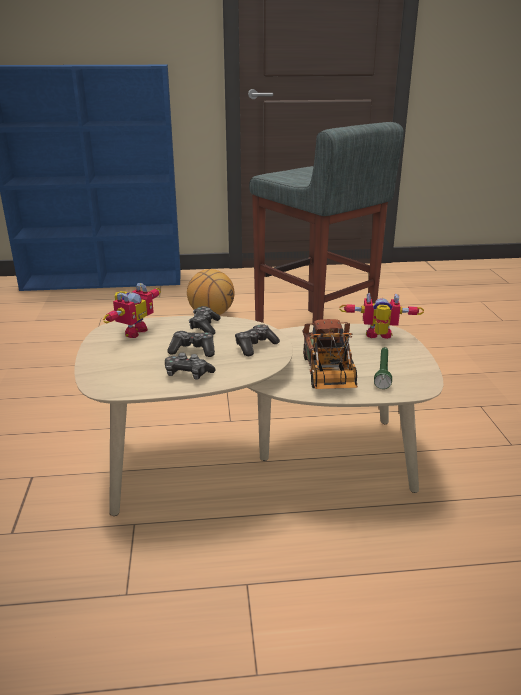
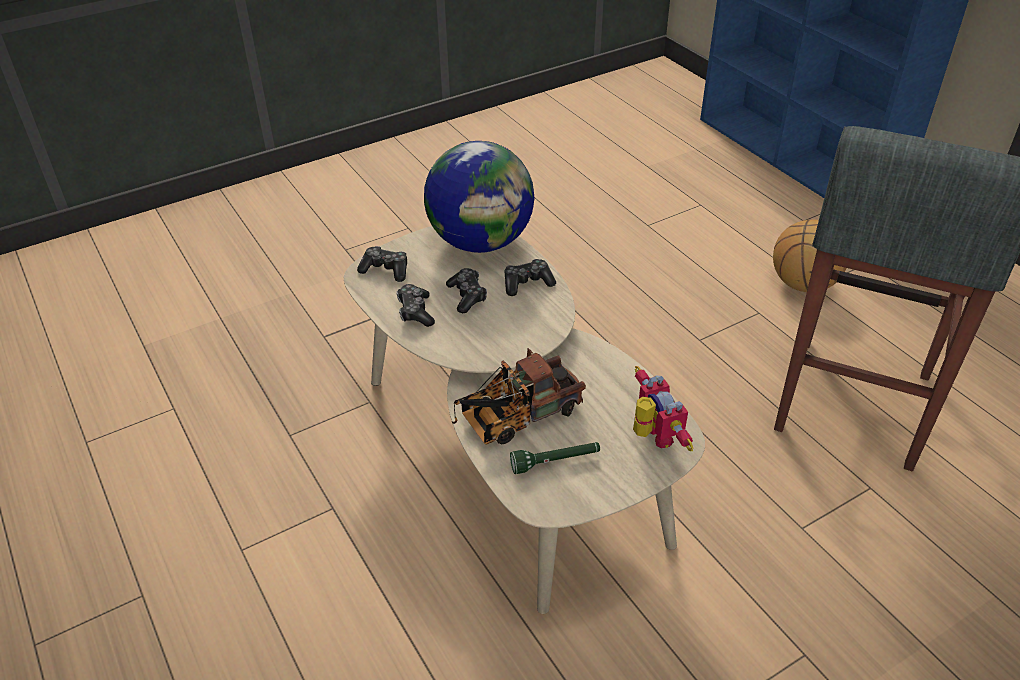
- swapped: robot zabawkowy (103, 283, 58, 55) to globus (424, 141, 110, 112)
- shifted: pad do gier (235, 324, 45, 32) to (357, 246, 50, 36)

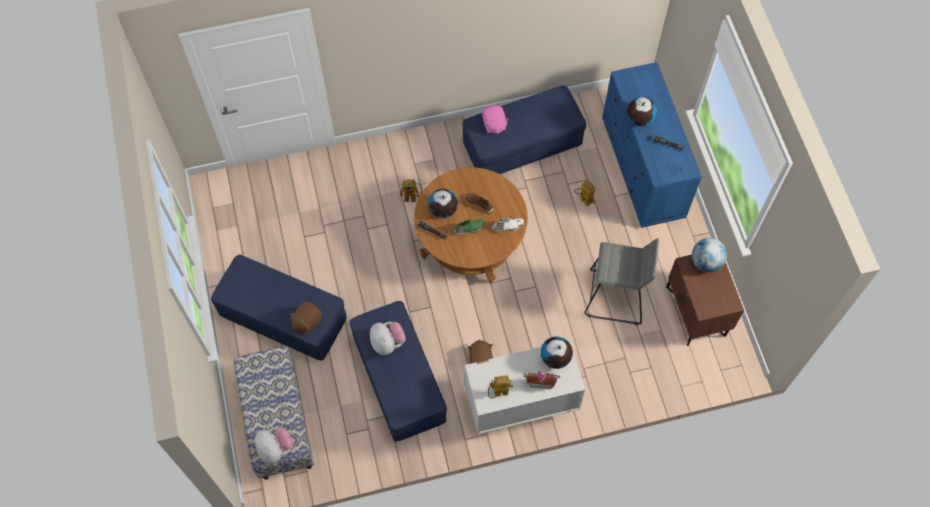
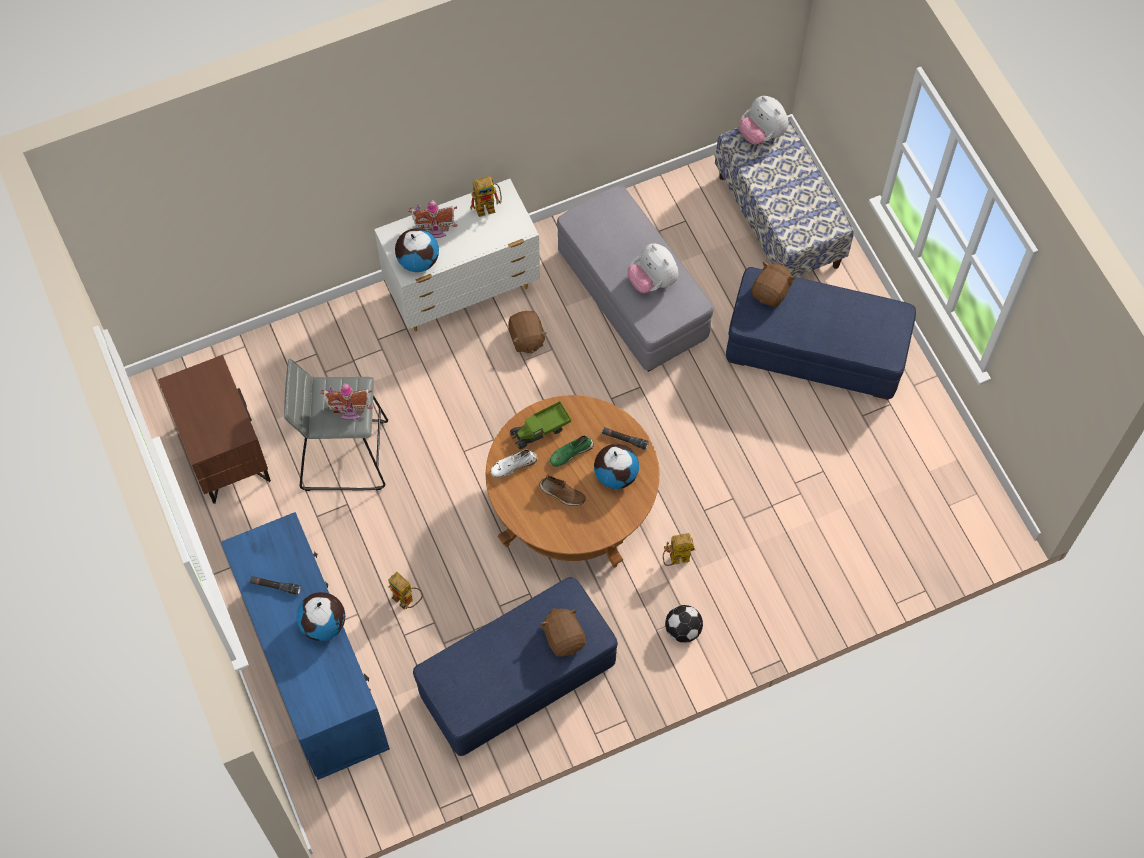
- repainted: pufa (niebieski) (350, 301, 97, 141) to pufa (szary) (557, 185, 157, 187)
- repainted: pluszak (różowy) (482, 105, 26, 29) to pluszak (brązowy) (540, 608, 45, 49)
- gone: globus (692, 238, 35, 34)
- new: domek (320, 383, 53, 37)
- new: ciężarówka zabawkowa (509, 401, 62, 48)
- new: piłka futbolowa (665, 605, 38, 38)

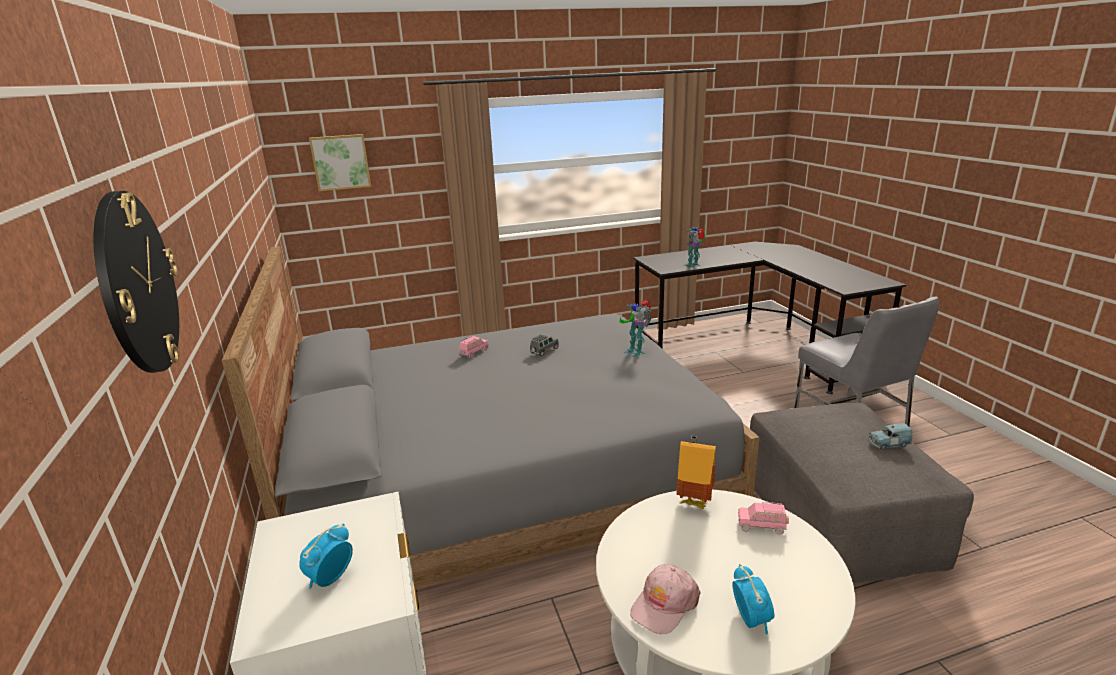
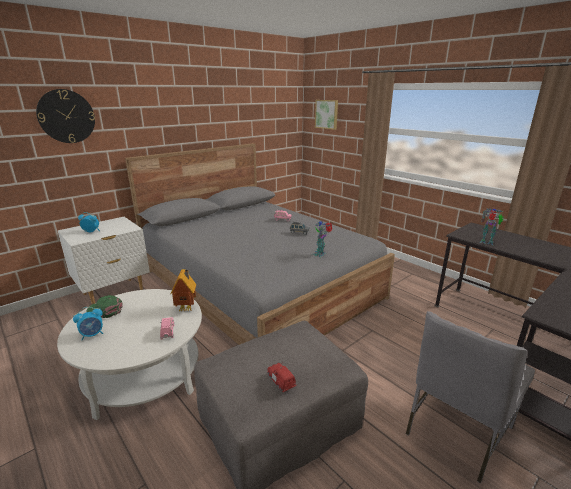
- repainted: czapka z daszkiem (różowy) (630, 564, 70, 70) to czapka z daszkiem (zielony) (86, 295, 37, 23)
- repainted: samochodzik (niebieski) (869, 424, 43, 26) to samochodzik (czerwony) (267, 363, 29, 29)

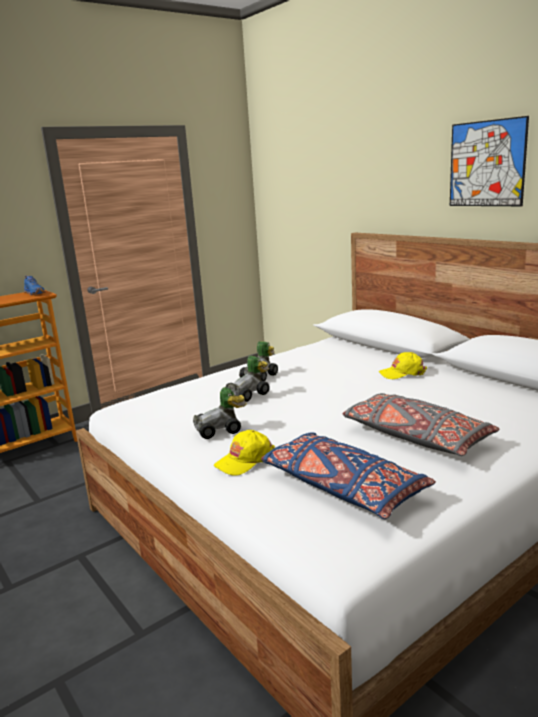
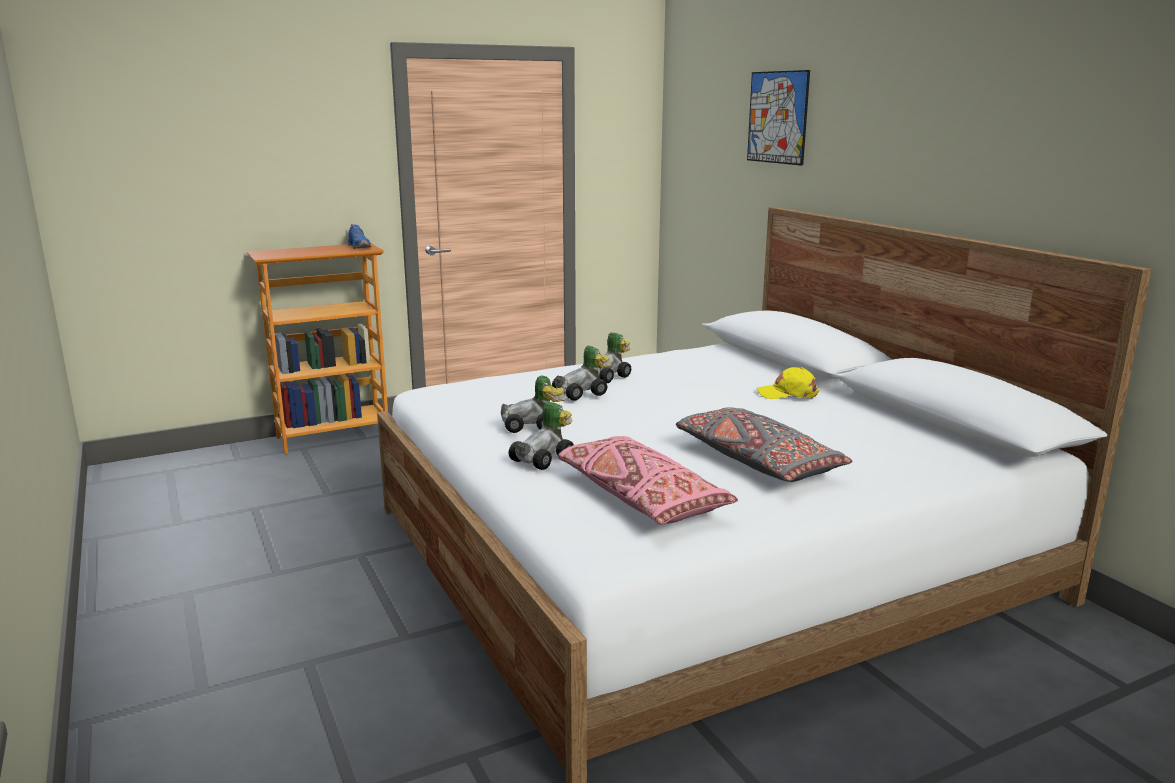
- swapped: czapka z daszkiem (żółty) (214, 430, 61, 46) to samochodzik (508, 402, 66, 68)
- repainted: poduszka (niebieski) (261, 432, 175, 87) to poduszka (różowy) (557, 436, 181, 89)
- shifted: obraz (450, 116, 79, 90) to (747, 70, 63, 96)

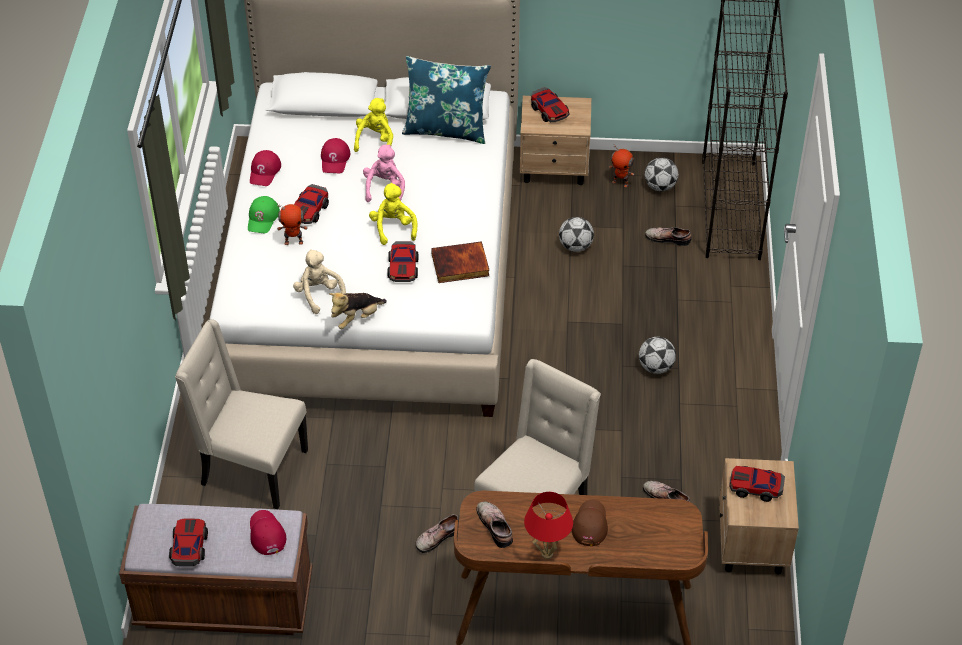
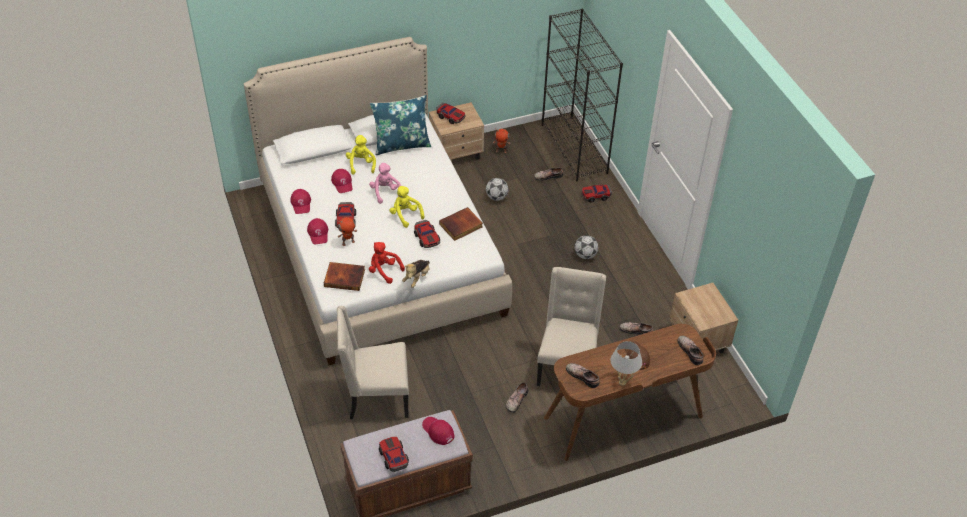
- repainted: czapka z daszkiem (zielony) (248, 196, 32, 37) to czapka z daszkiem (czerwony) (307, 218, 21, 26)
- repainted: pluszak (beżowy) (293, 249, 53, 65) to pluszak (czerwony) (369, 242, 36, 42)
- repainted: lampa stołowa (czerwony) (524, 492, 49, 67) to lampa stołowa (biały) (610, 341, 32, 45)
- gone: piłka futbolowa (644, 157, 34, 34)
- shifted: samochodzik (729, 466, 56, 36) to (581, 184, 31, 19)
- new: książka (324, 262, 41, 29)
- new: but (677, 336, 27, 29)

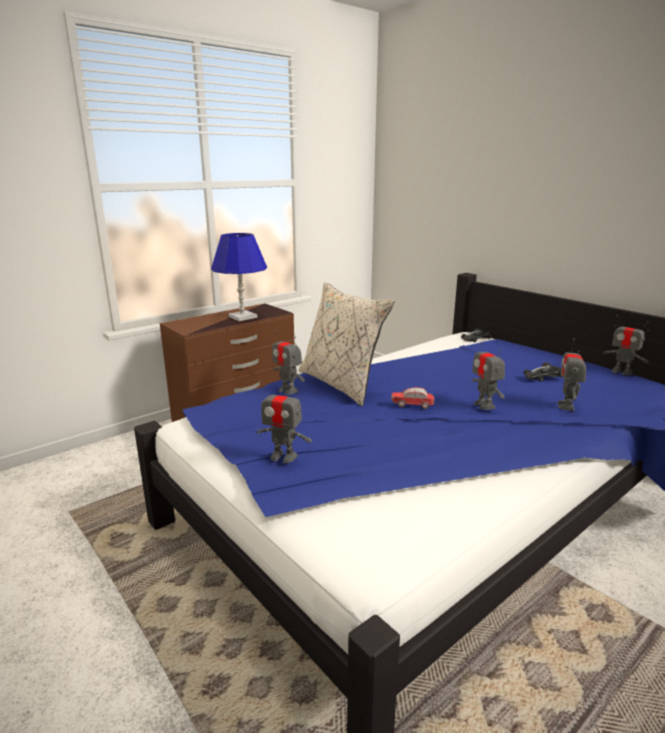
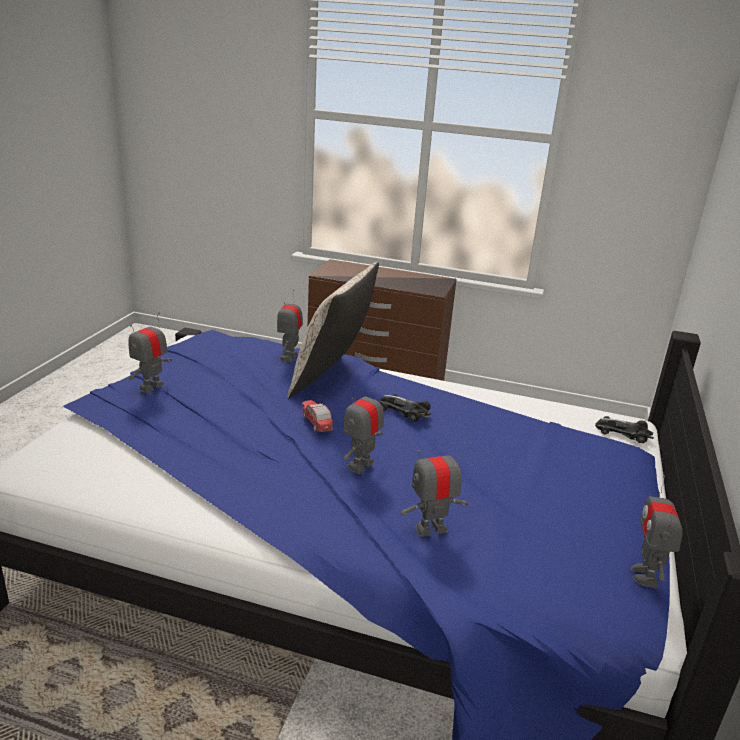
- gone: lampa stołowa (niebieski) (211, 233, 56, 88)
- rotated: robot zabawkowy (256, 380, 56, 83) = (128, 312, 44, 81) 45 degrees clockwise
- shifted: samochodzik (524, 362, 39, 20) to (379, 394, 52, 28)

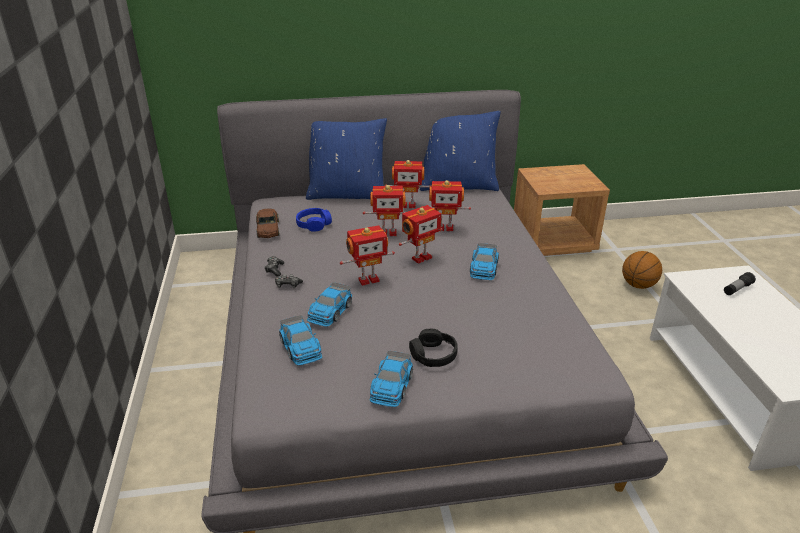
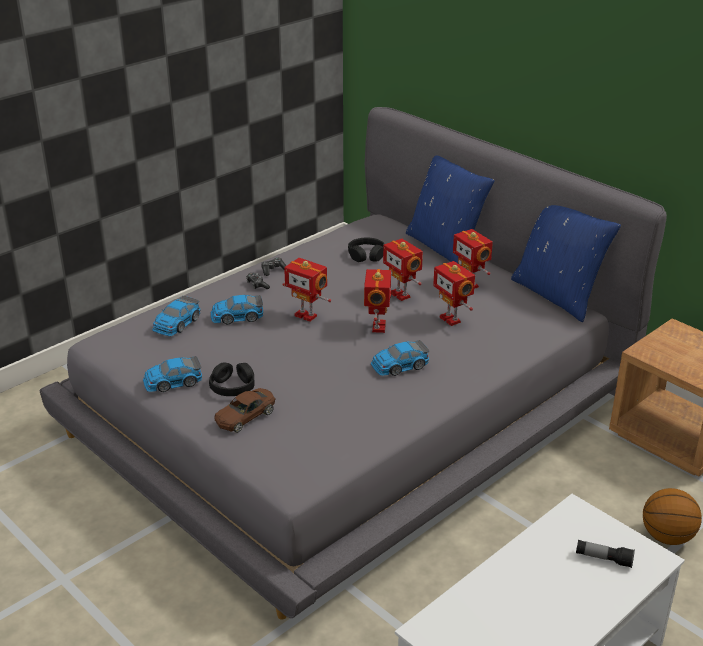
- shifted: samochodzik (brązowy) (256, 209, 23, 29) to (214, 388, 62, 45)
- repainted: słuchawki (niebieski) (296, 208, 36, 24) to słuchawki (czarny) (348, 238, 36, 24)
- rotated: robot zabawkowy (399, 205, 44, 59) = (364, 269, 27, 64) 105 degrees counterclockwise

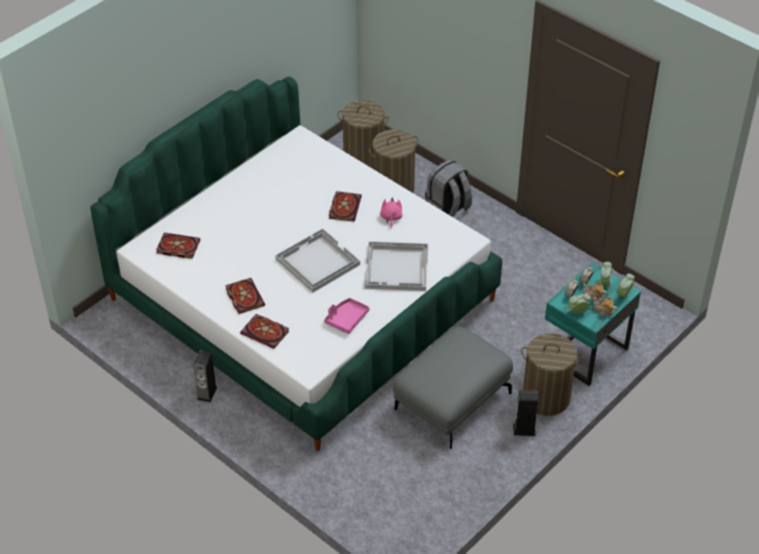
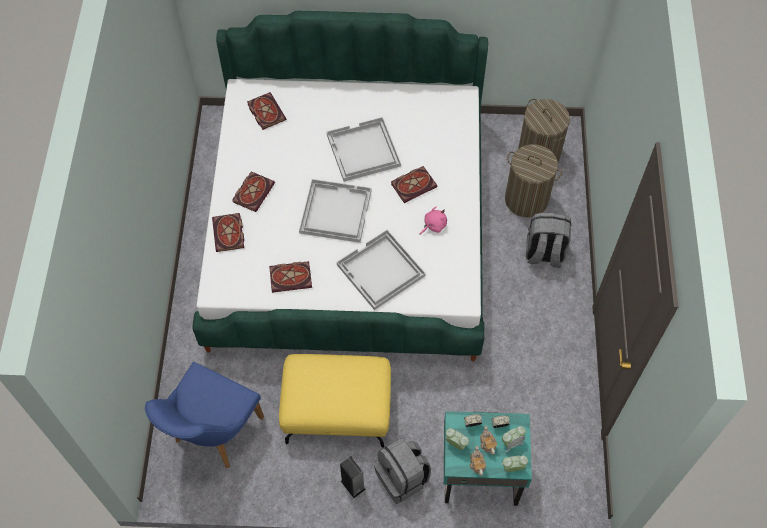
- gone: głośnik (194, 350, 23, 52)
- swapped: taca (różowy) (324, 298, 46, 36) to książka (269, 261, 43, 32)
- repainted: pufa (szary) (393, 327, 120, 122) to pufa (żółty) (279, 354, 112, 94)
- swapped: kosz na pranie (521, 333, 62, 83) to plecak (szary) (374, 438, 57, 65)
- new: krzesło (niebieski) (145, 362, 119, 106)
- new: taca (biały) (327, 117, 74, 65)

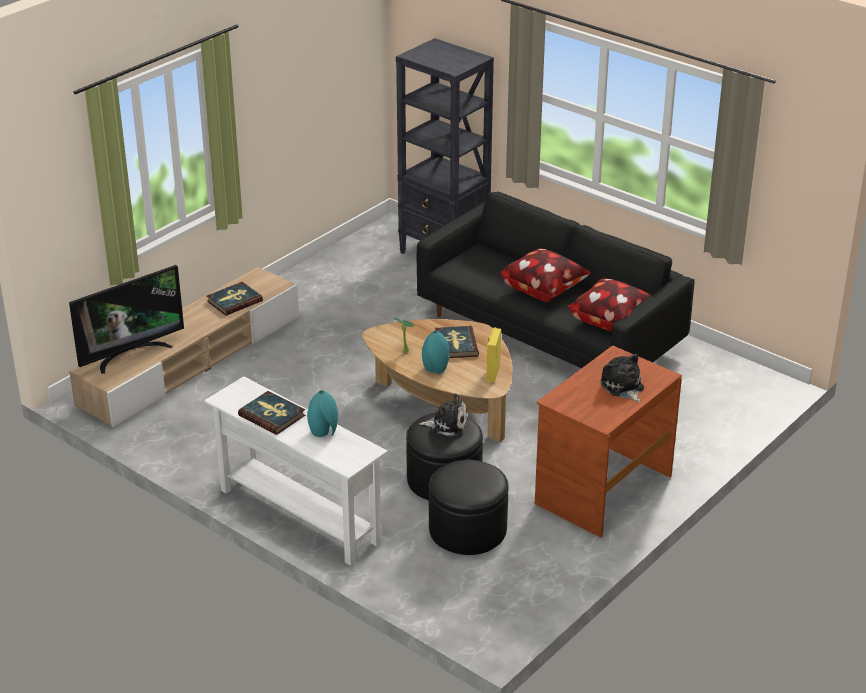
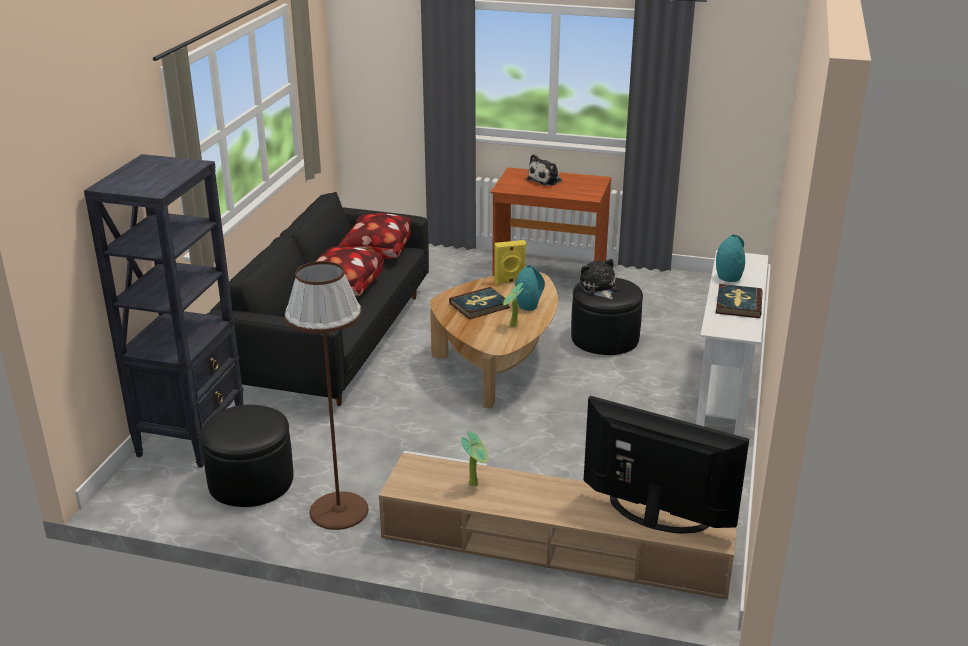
- swapped: książka (207, 282, 56, 34) to roślina doniczkowa (461, 431, 27, 56)
- shifted: pufa (czarny) (429, 460, 80, 95) to (200, 405, 94, 102)
- new: lampa stojąca (brązowy) (284, 261, 85, 269)

